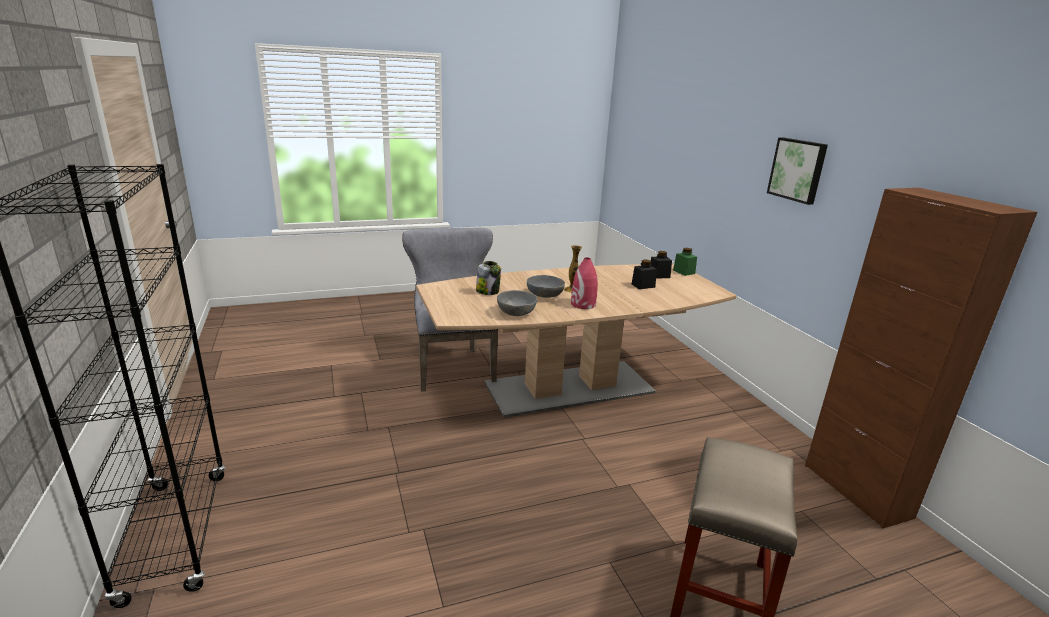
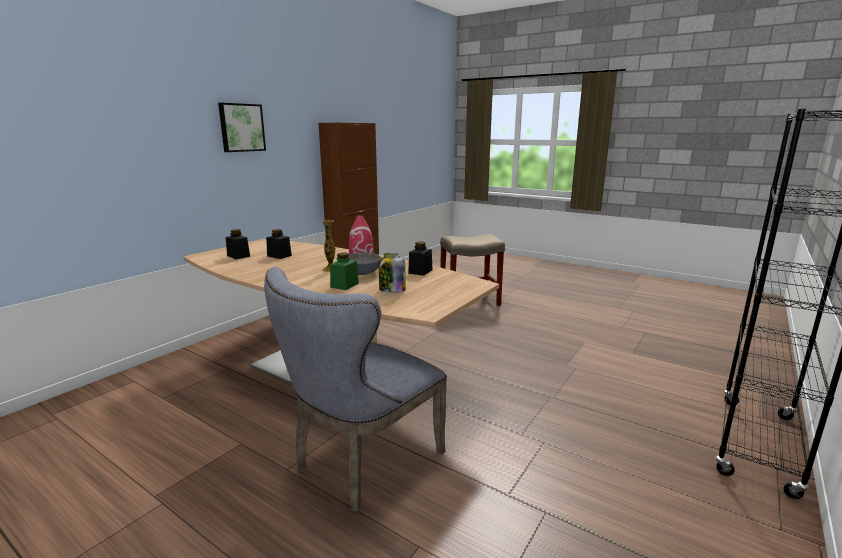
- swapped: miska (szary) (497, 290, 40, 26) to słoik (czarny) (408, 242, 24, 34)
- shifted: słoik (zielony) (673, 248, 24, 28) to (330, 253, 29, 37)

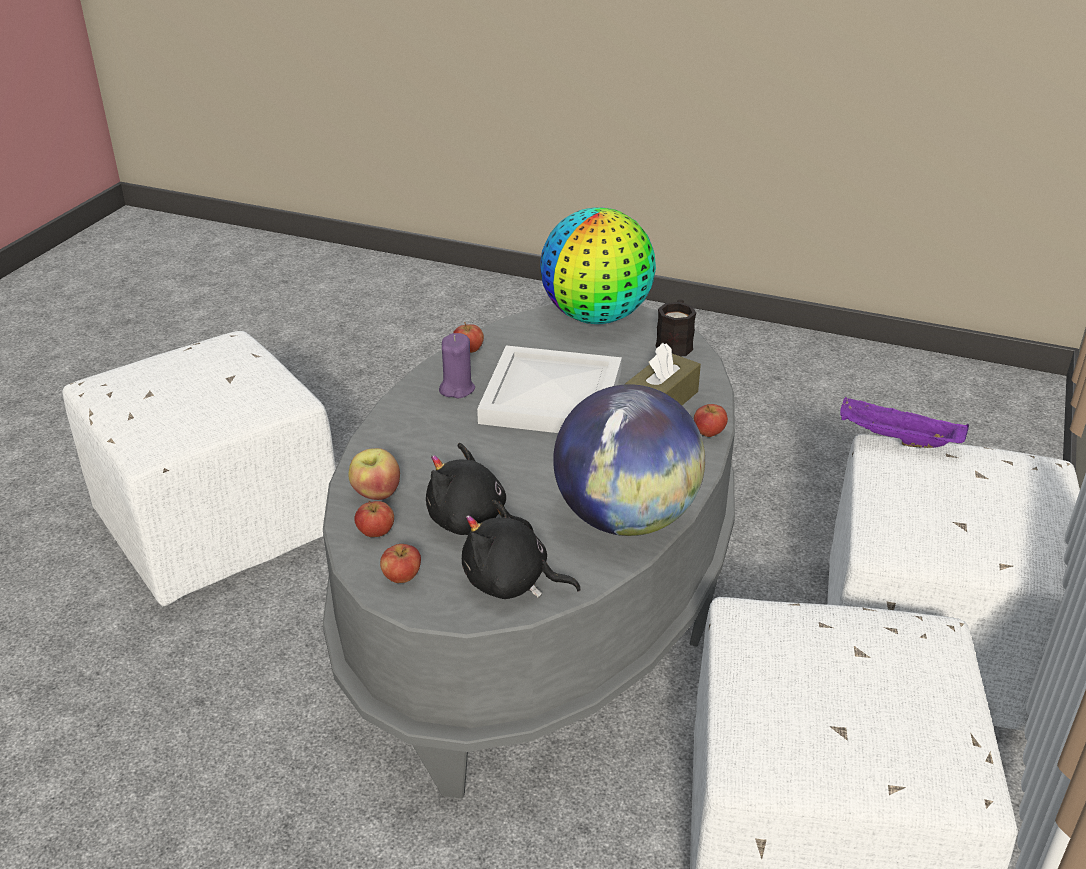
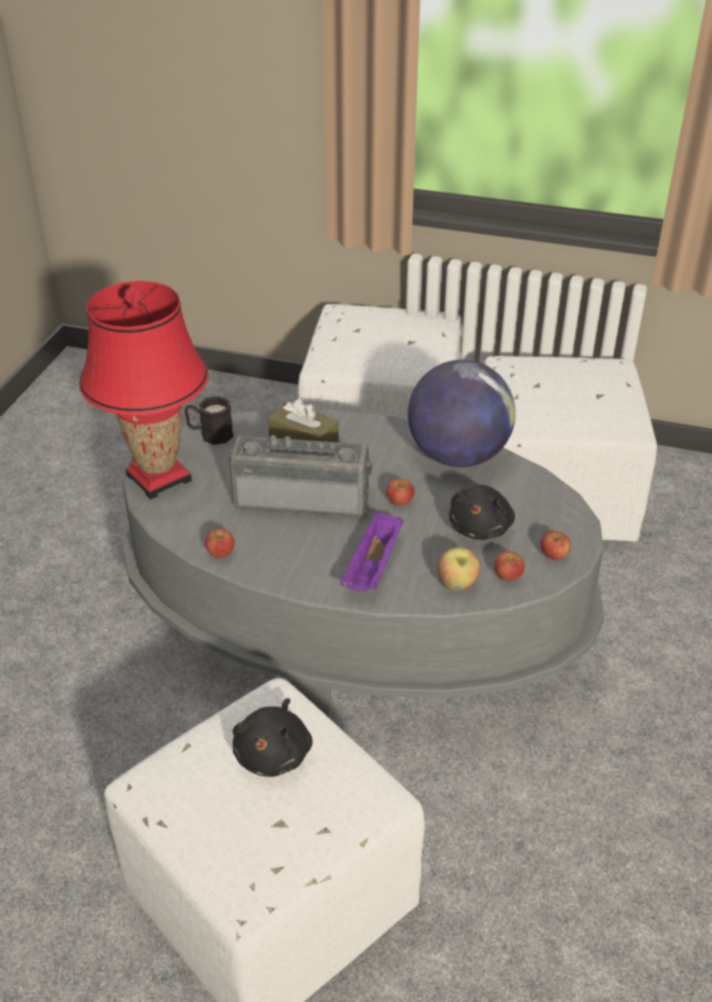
- gone: świeca (fioletowy) (439, 333, 36, 65)
- shifted: pluszak (czarny) (462, 500, 119, 99) to (232, 698, 81, 79)
- swapped: taca (biały) (477, 345, 145, 88) to radio (229, 435, 143, 82)
- swapped: globus (540, 207, 116, 117) to lampa stołowa (czerwony) (79, 281, 130, 219)
- shifted: jabłko (694, 404, 34, 33) to (386, 479, 29, 27)
- shifted: taca (fioletowy) (840, 397, 129, 51) to (340, 511, 63, 80)

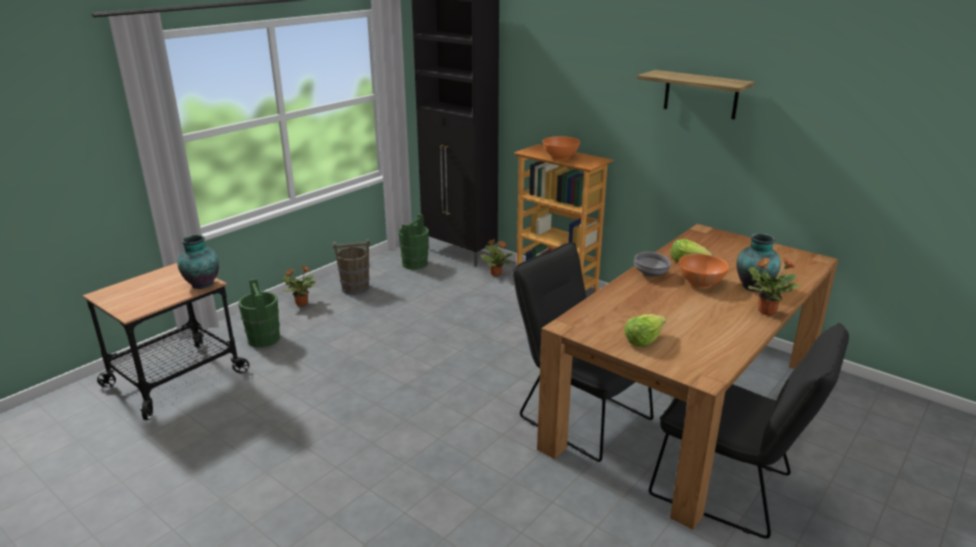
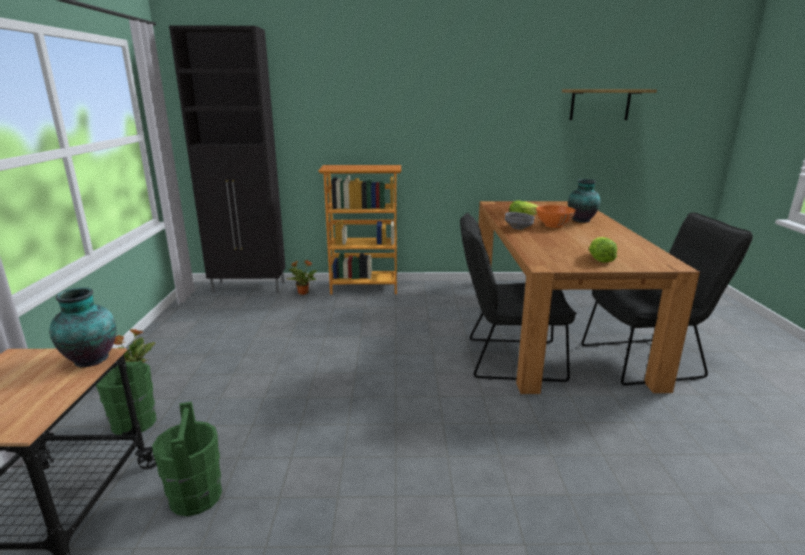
- gone: wiadro (brązowy) (333, 239, 37, 56)
- shifted: wiadro (zielony) (398, 214, 31, 55) to (152, 402, 70, 114)
- gone: miska (pomarańczowy) (542, 136, 38, 24)
- shifted: półka (637, 70, 118, 49) to (562, 89, 95, 31)
- gone: roślina doniczkowa (748, 257, 53, 59)

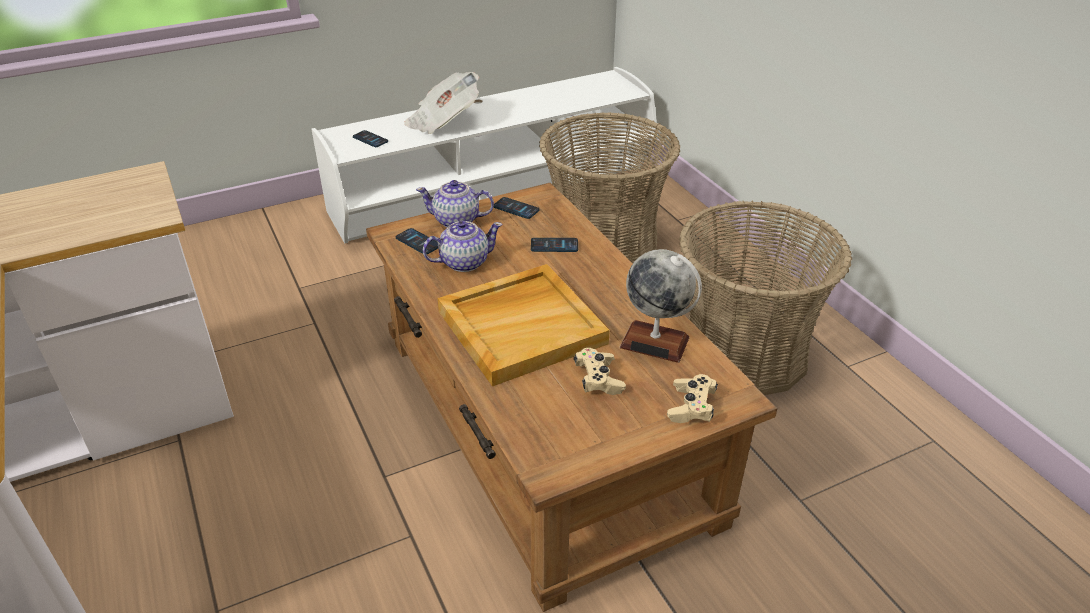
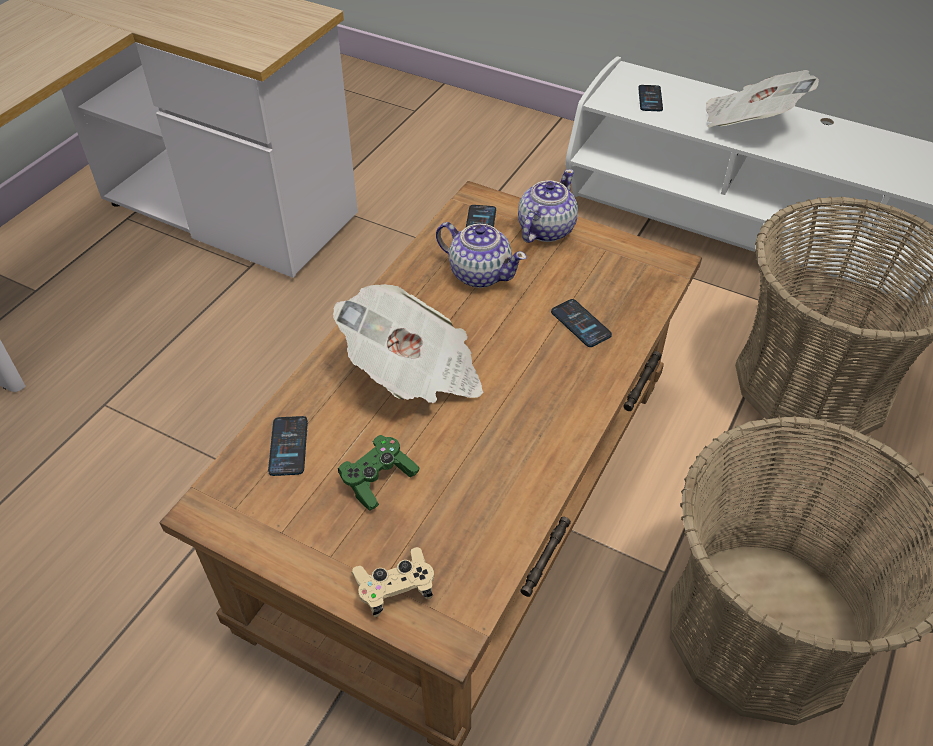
- rotated: imbryk (416, 180, 78, 48) = (518, 169, 60, 74) 60 degrees clockwise
- swapped: taca (beżowy) (438, 264, 172, 122) to gazeta (333, 284, 150, 119)
- shifted: telefon (494, 197, 45, 22) to (268, 416, 40, 60)
- repainted: pad do gier (beżowy) (574, 348, 52, 47) to pad do gier (zielony) (338, 435, 81, 76)
- gone: globus (620, 249, 82, 114)

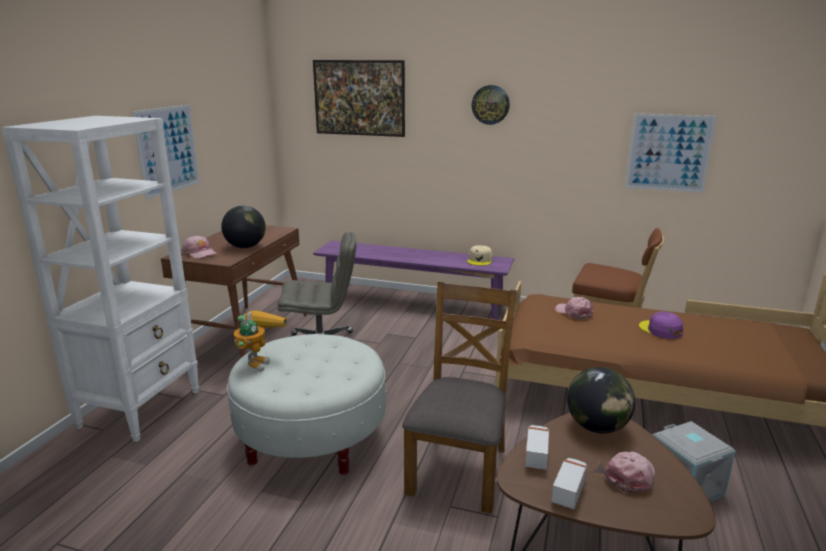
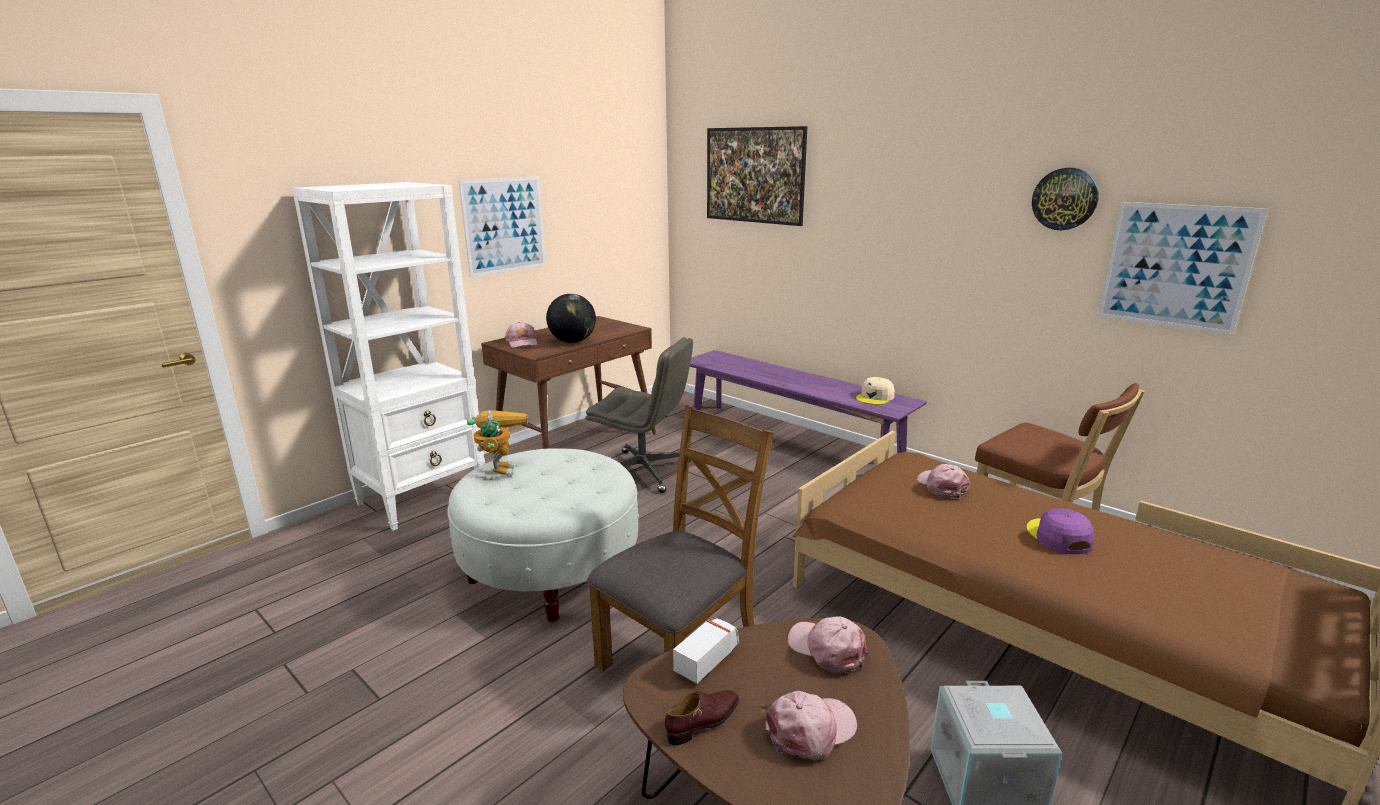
- rotated: robot zabawkowy (234, 311, 53, 61) = (467, 410, 61, 67) 45 degrees counterclockwise
- shifted: zegar ścienny (472, 85, 38, 40) to (1032, 168, 67, 62)
- swapped: ciężarówka zabawkowa (551, 458, 37, 51) to but (brązowy) (665, 690, 74, 55)
- swapped: globus (567, 367, 68, 67) to czapka z daszkiem (różowy) (788, 616, 80, 58)

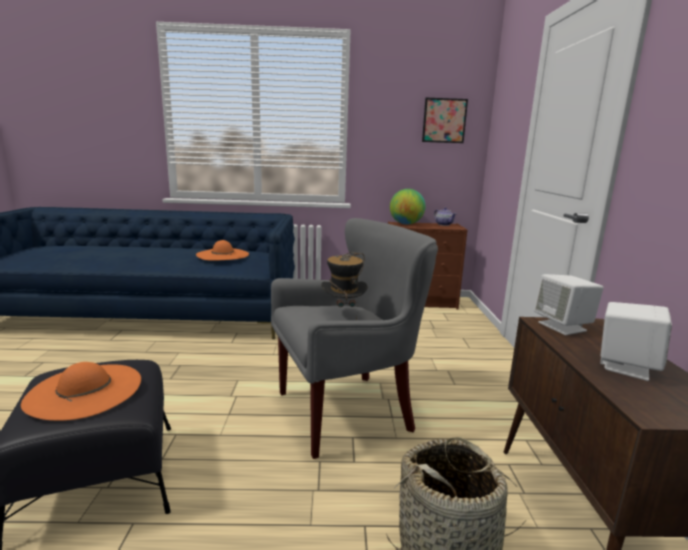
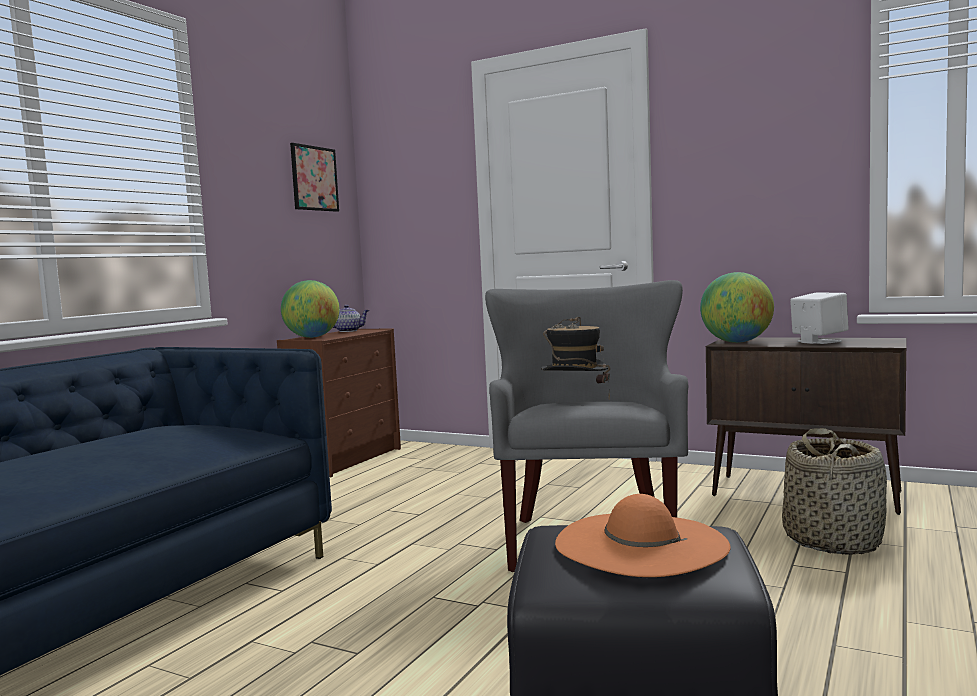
- gone: kapelusz (pomarańczowy) (196, 240, 53, 21)
- swapped: głośnik (biały) (534, 274, 70, 61) to globus (700, 272, 74, 71)

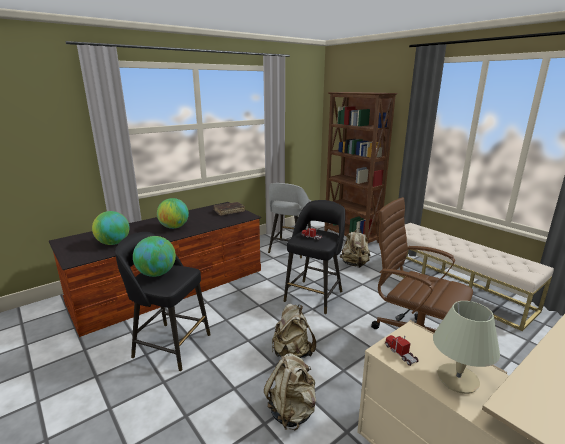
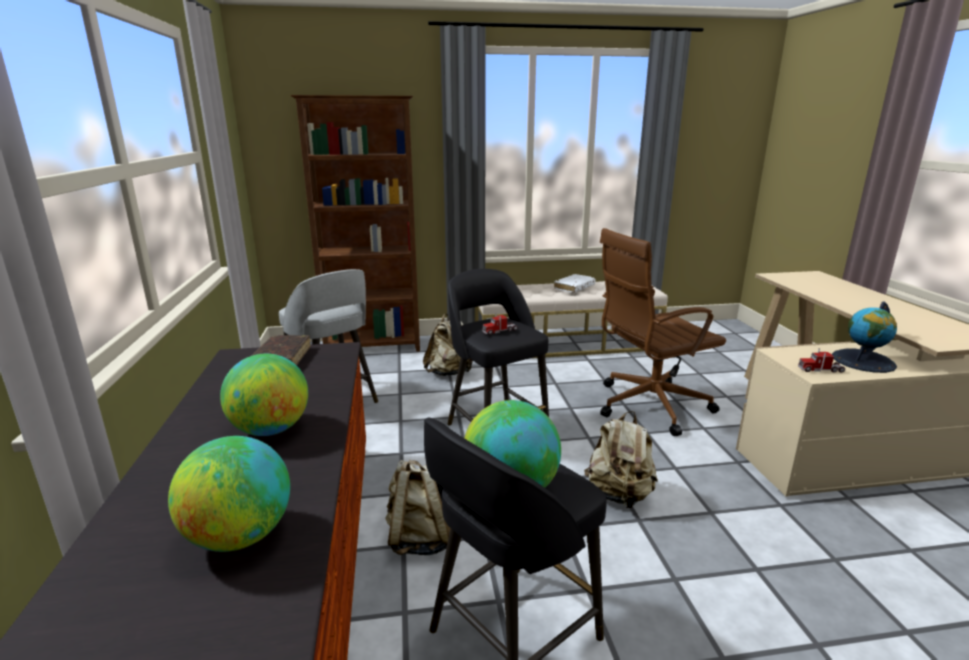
- shifted: plecak (beżowy) (264, 353, 52, 77) to (385, 460, 76, 95)
- swapped: lampa stołowa (beżowy) (433, 301, 67, 93) to globus (832, 302, 65, 71)
- new: książka (biały) (554, 274, 41, 18)

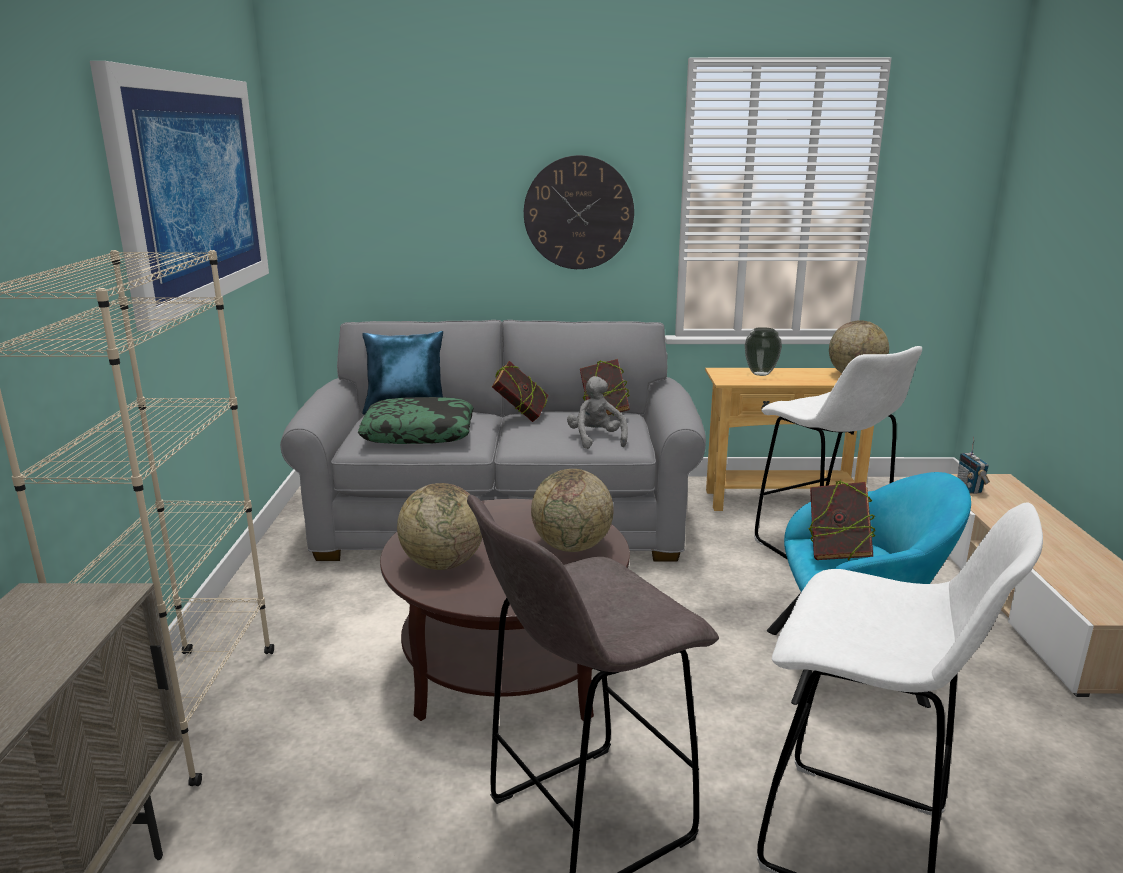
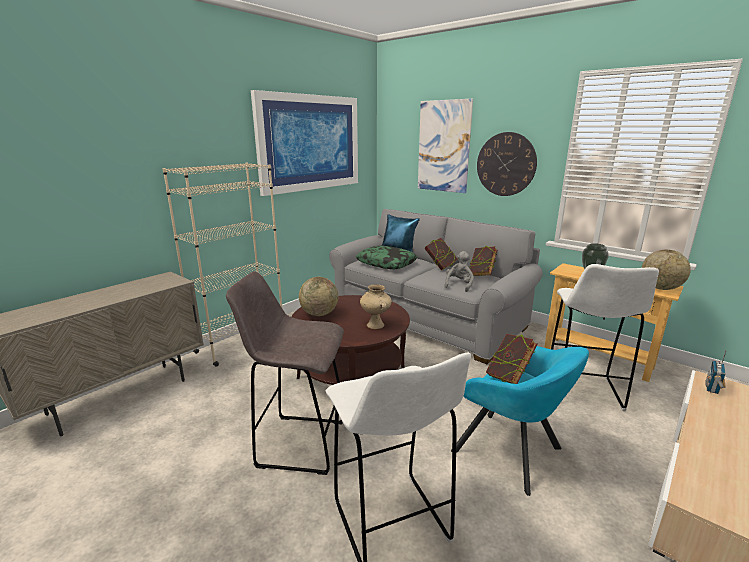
- swapped: globus (531, 469, 83, 83) to wazon (beżowy) (360, 284, 32, 45)
- new: obraz (418, 99, 55, 94)

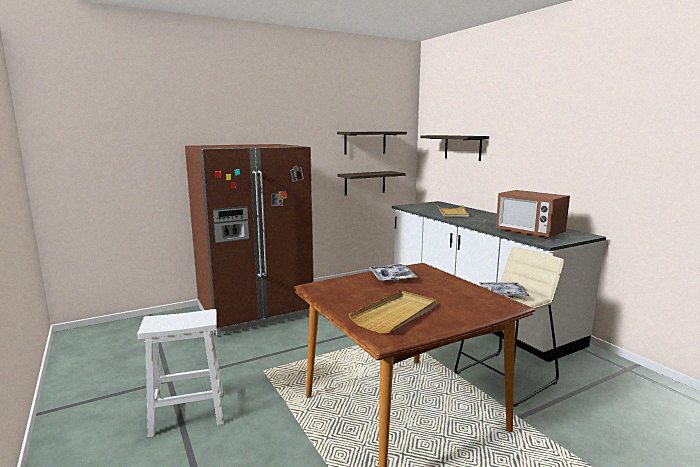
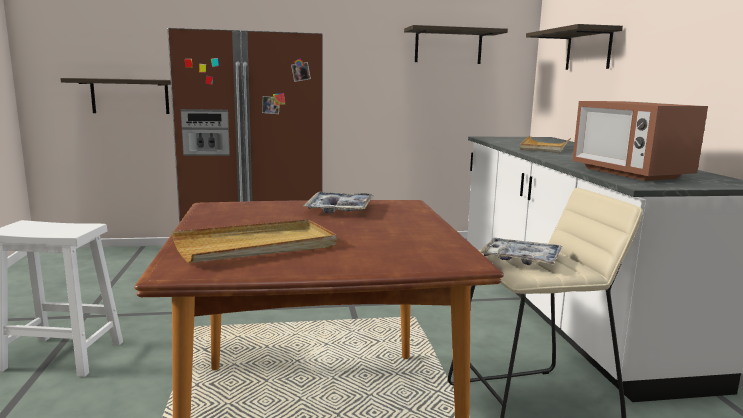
- shifted: półka (337, 171, 69, 25) to (60, 78, 111, 36)

